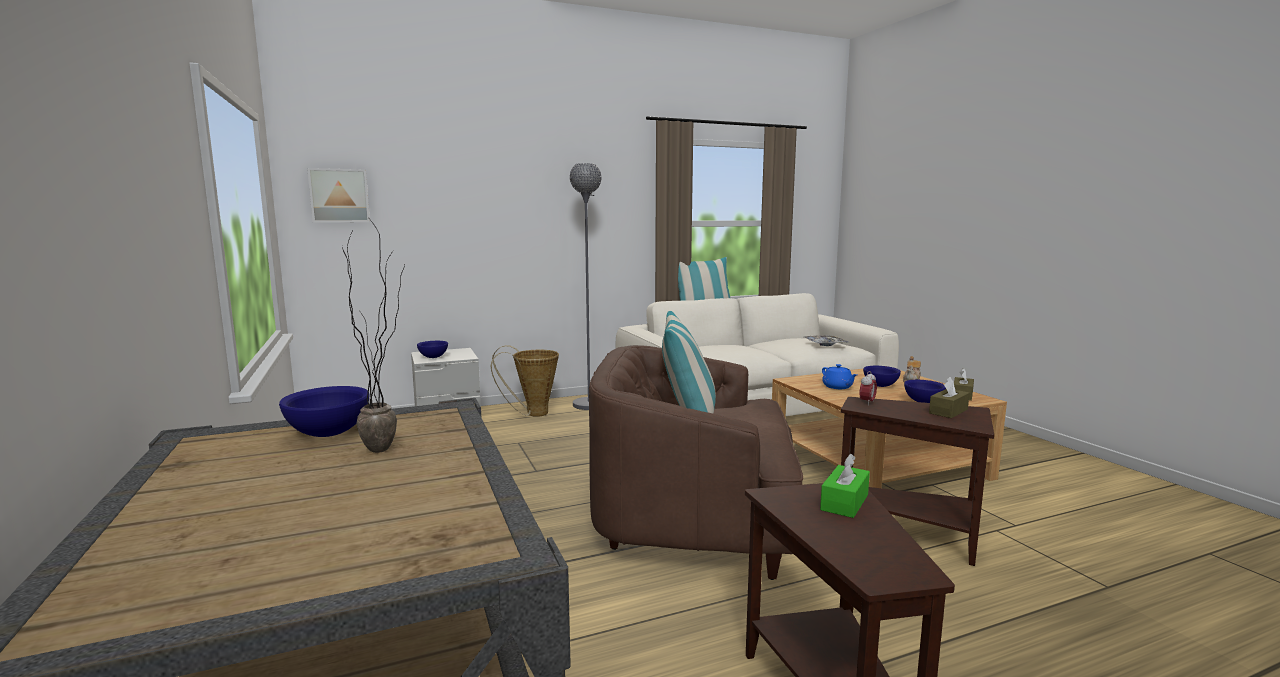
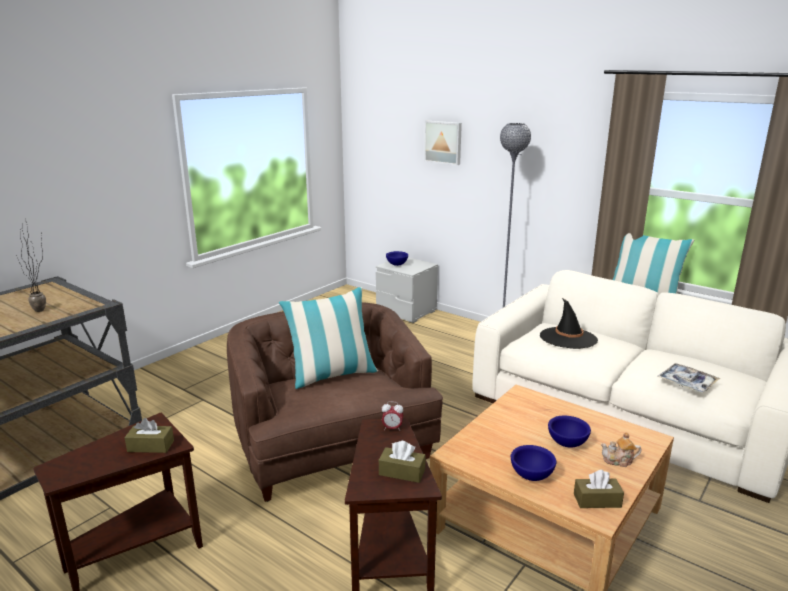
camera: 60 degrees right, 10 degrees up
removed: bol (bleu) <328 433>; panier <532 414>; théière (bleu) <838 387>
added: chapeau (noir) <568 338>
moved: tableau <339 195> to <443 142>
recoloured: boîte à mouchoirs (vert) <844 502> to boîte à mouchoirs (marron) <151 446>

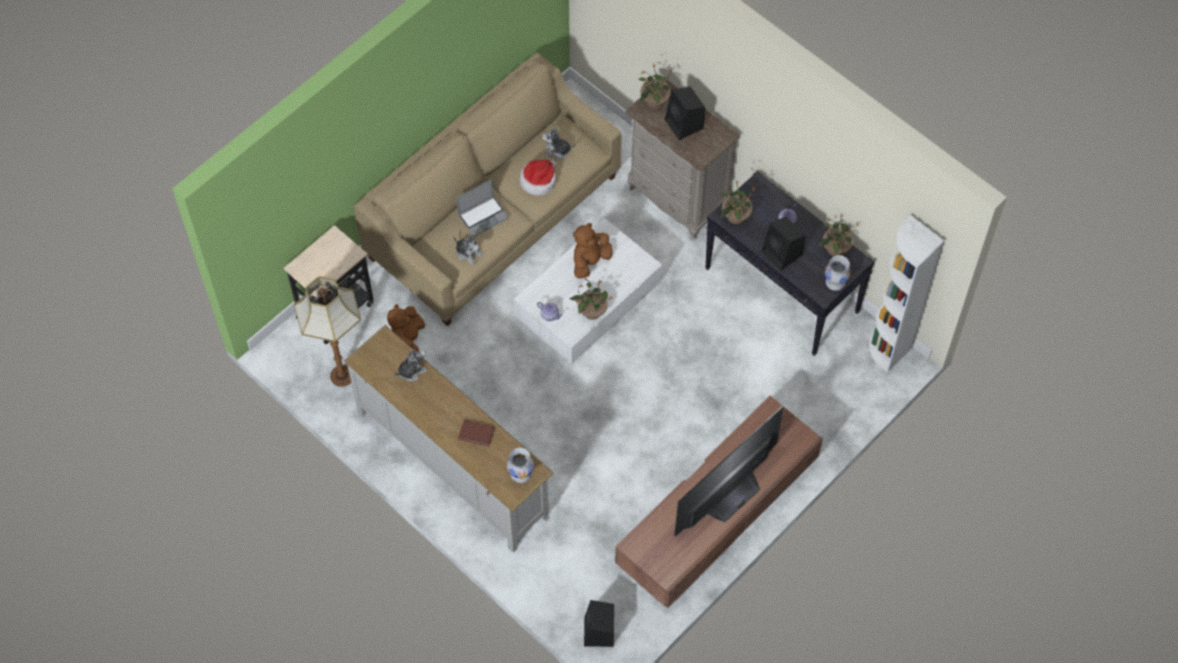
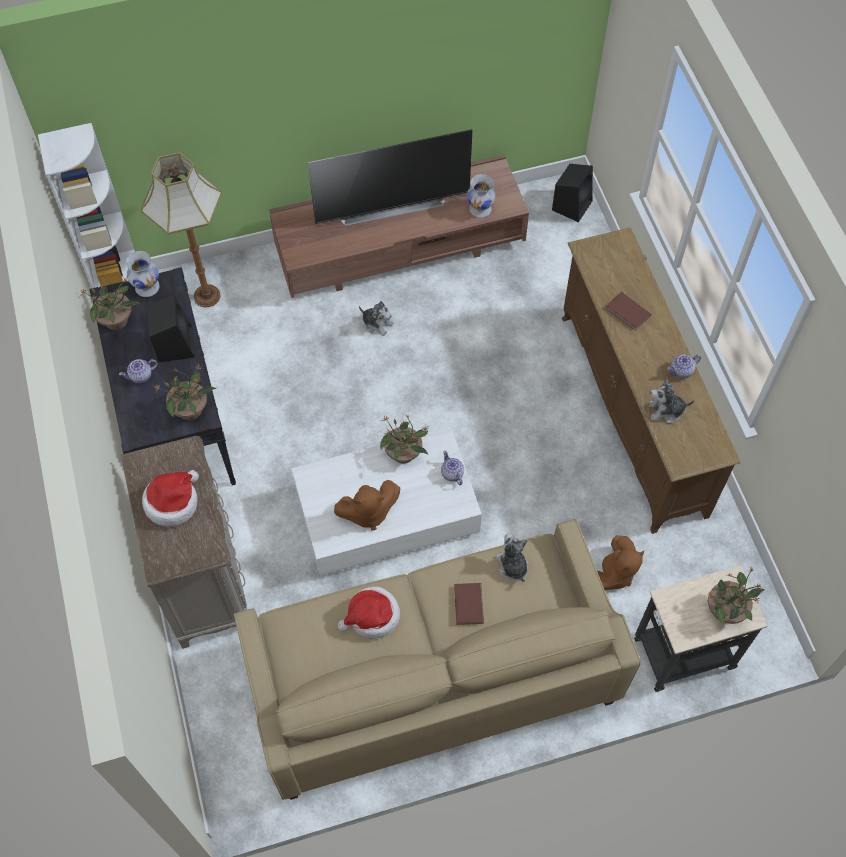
camera: 150 degrees left, 0 degrees up
added: théière <681 371>
moved: lampadaire <342 376> to <206 295>; vase (blanc) <520 474> to <480 209>; peluche <557 151> to <377 323>; plante en pot <654 101> to <726 610>
replaced: ordinateur portable <483 216> to livre (marron) <467 605>; enceinte (noir) <684 124> to chapeau <173 502>
recoloured: meuble de rangement (gris) <453 463> to meuble de rangement (marron) <630 413>

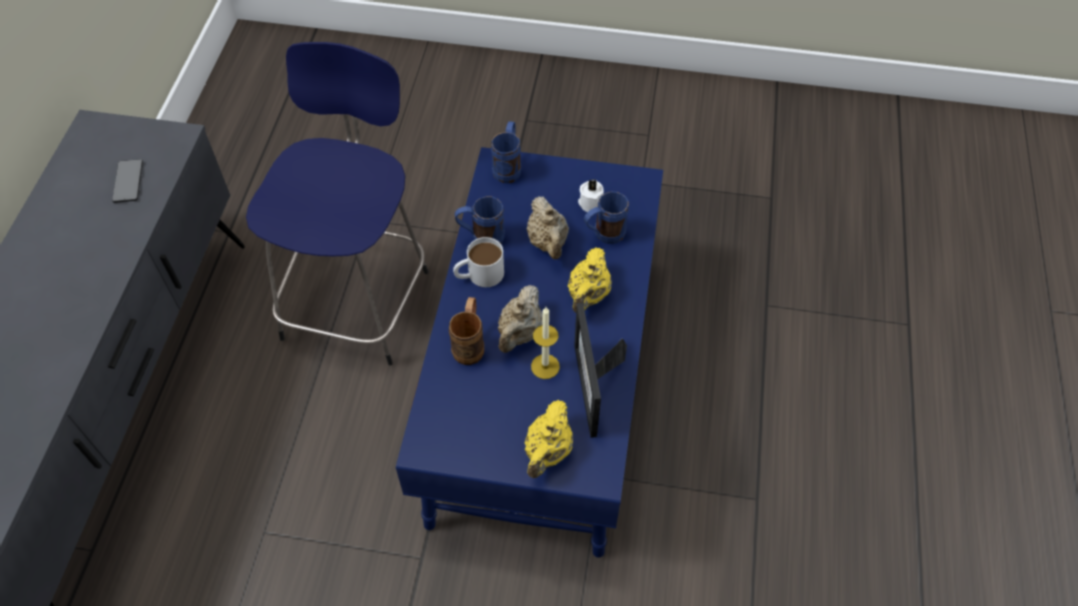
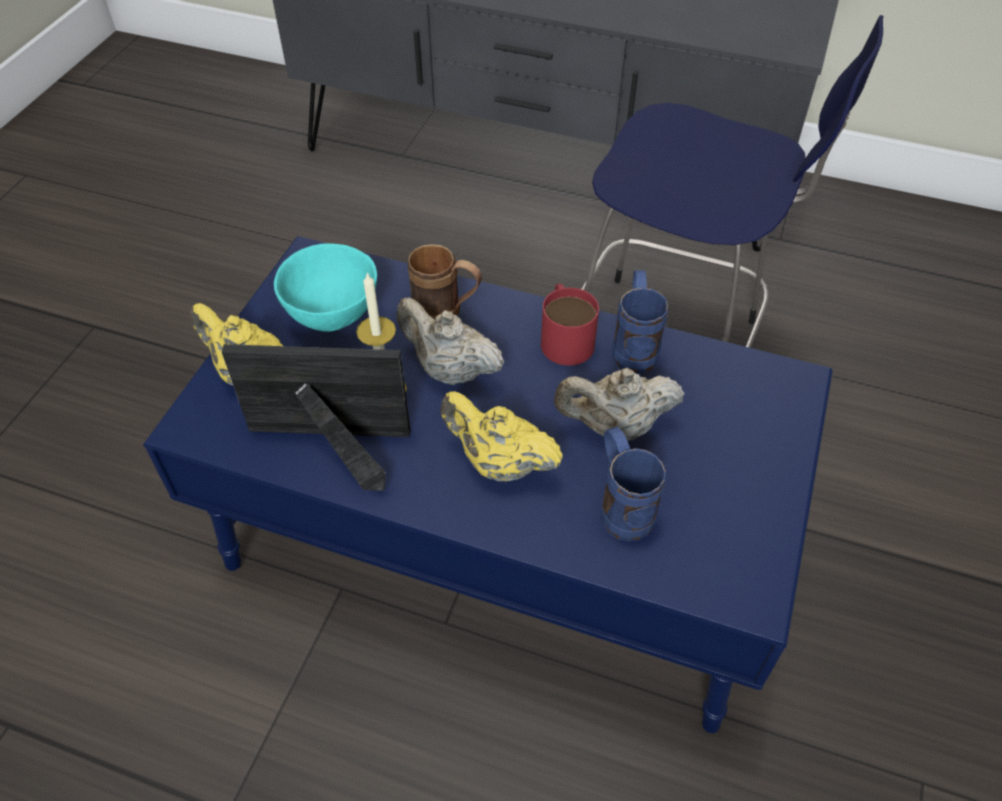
camera: 100 degrees right, 5 degrees down
removed: téléphone <128 181>; mug (bleu) <508 167>; bougie (blanc) <591 203>
added: bol (turquoise) <334 315>
recoloured: mug (blanc) <479 275> to mug (rouge) <565 336>

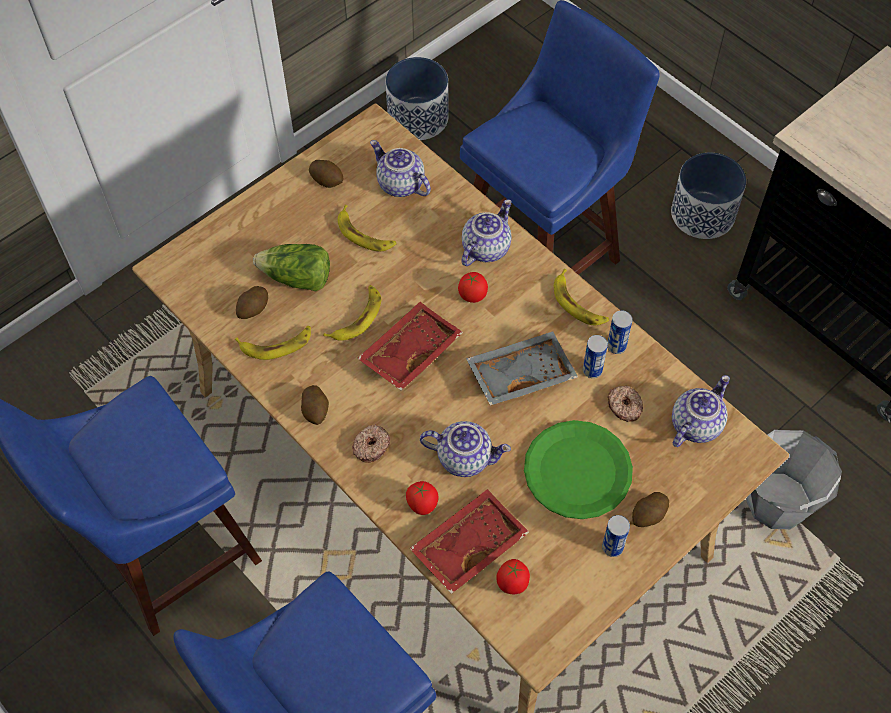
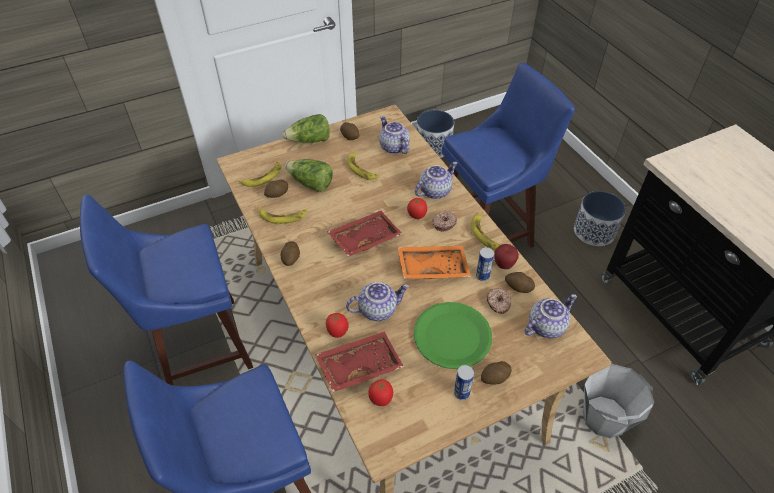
camera: 15 degrees right, 10 degrees down
added: laitue <310 140>; pomme de terre <518 287>
moved: banane <357 317> to <262 177>; beignet <370 446> to <444 223>
replaced: boîte métallique <616 346> to pomme <503 265>
recoloured: plateau (gris) <520 373> to plateau (orange) <433 267>
turned: théière <465 457> = <377 309> 45 degrees counterclockwise

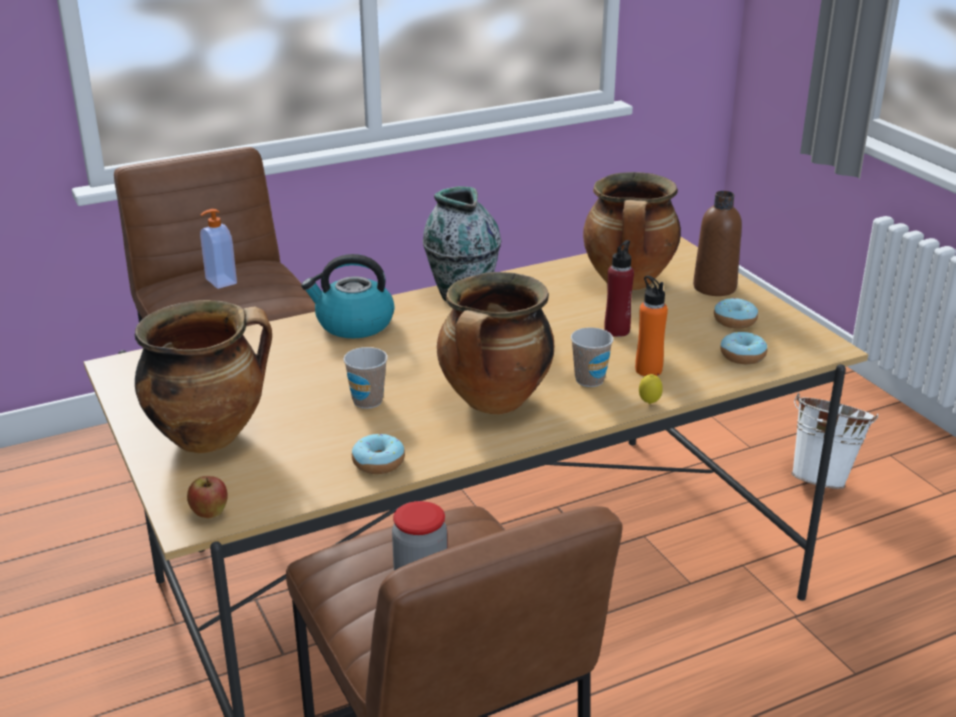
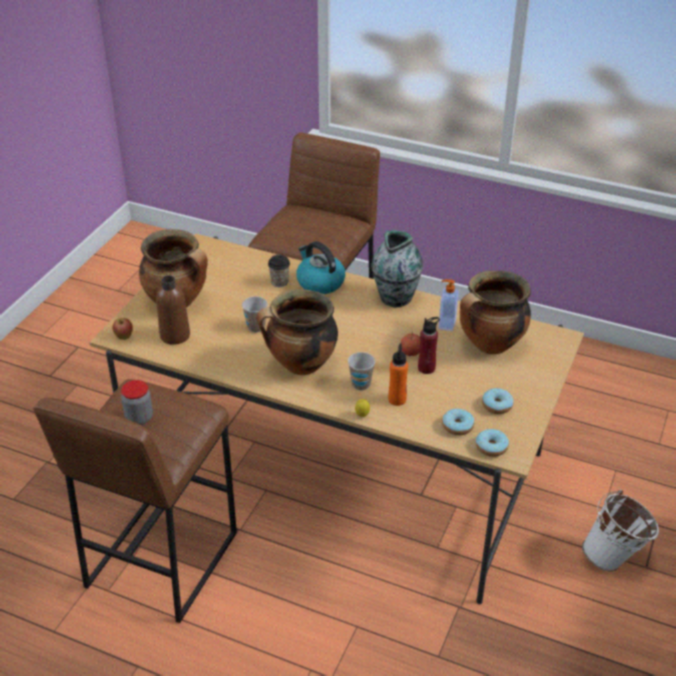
camera: 50 degrees right, 10 degrees up
added: tasse <279 282>; pomme <411 352>
moved: distributeur de savon <220 281> to <446 324>; beignet <378 462> to <491 447>; bouteille (marron) <714 287> to <175 335>

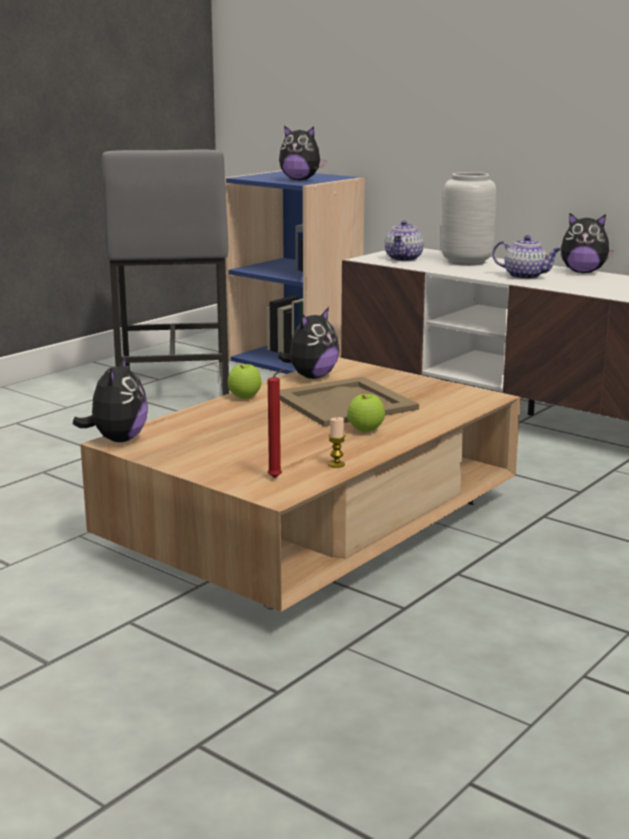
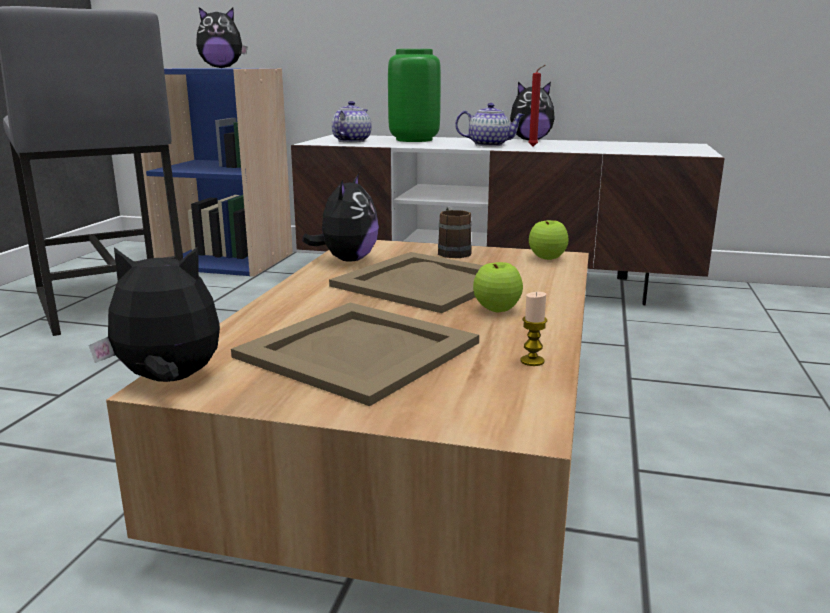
camera: 25 degrees left, 0 degrees up
added: plateau (beige) <358 351>; mug (marron) <452 251>
moved: pomme <244 397> to <547 258>; bougie (rouge) <276 478> to <534 146>
recoloured: vase (gris) <465 262> to vase (vert) <413 140>
turned: peluche <117 440> = <168 381> 75 degrees counterclockwise; théière <404 259> = <351 141> 150 degrees counterclockwise

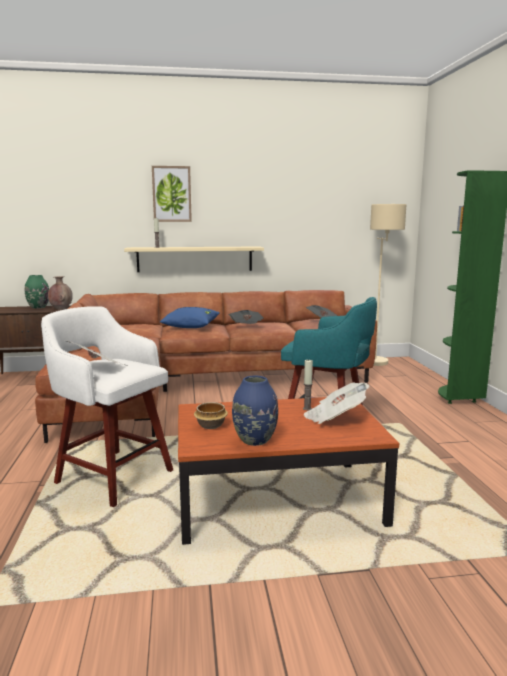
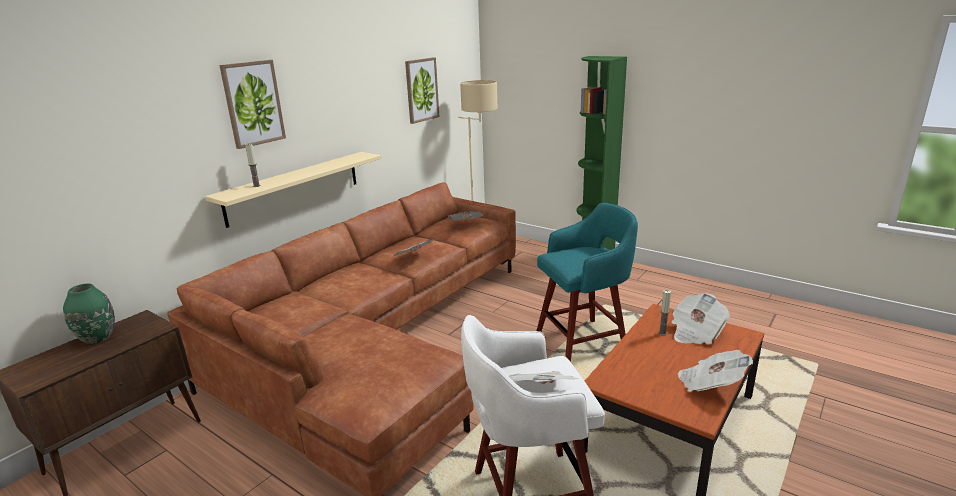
camera: 45 degrees left, 10 degrees up
removed: vase (marron) <61 309>; coussin (bleu) <191 326>; bol <211 425>
added: tableau <421 90>
replaced: vase (bleu) <254 440> to journal <710 384>

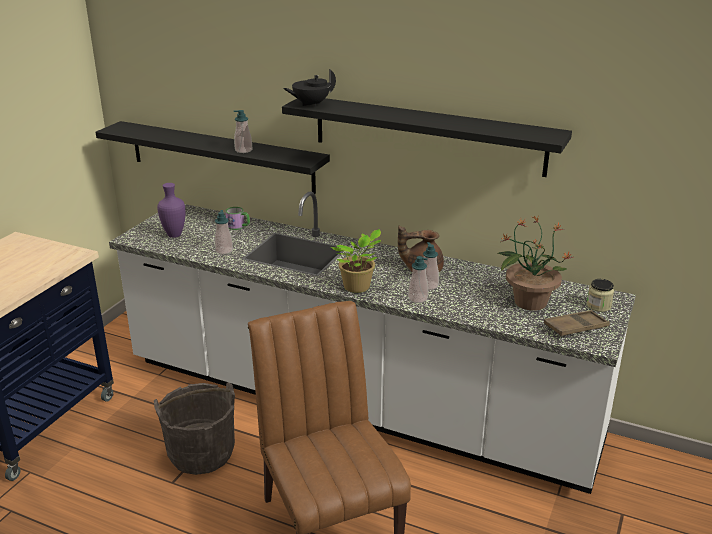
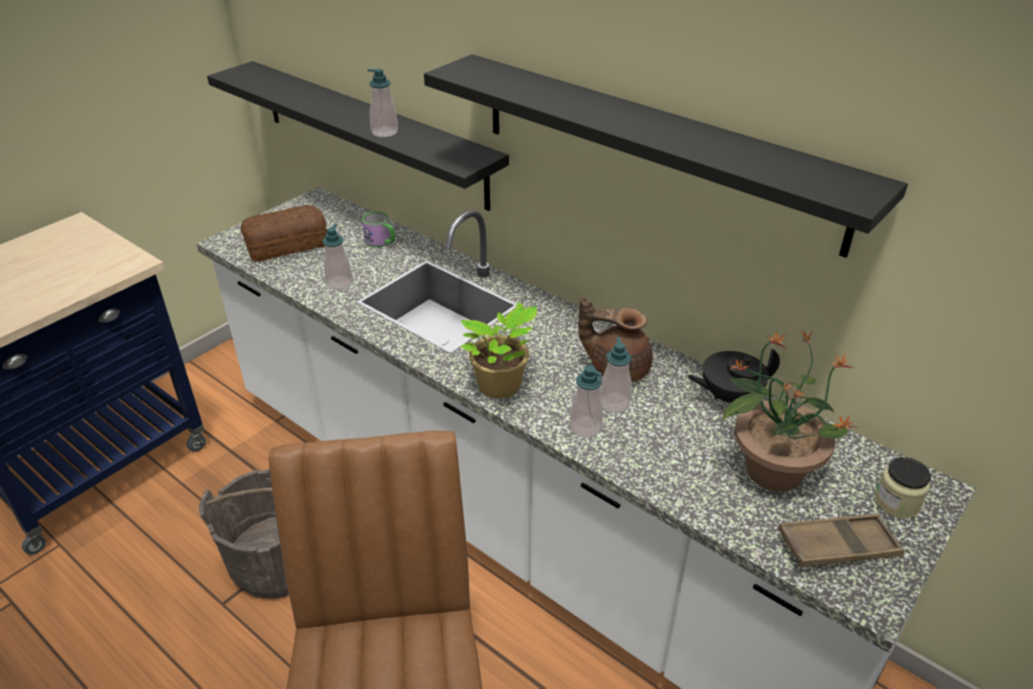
camera: 15 degrees right, 10 degrees up
moved: théière (noir) <310 104> to <728 396>
replaced: vase (violet) <173 235> to pain <286 244>

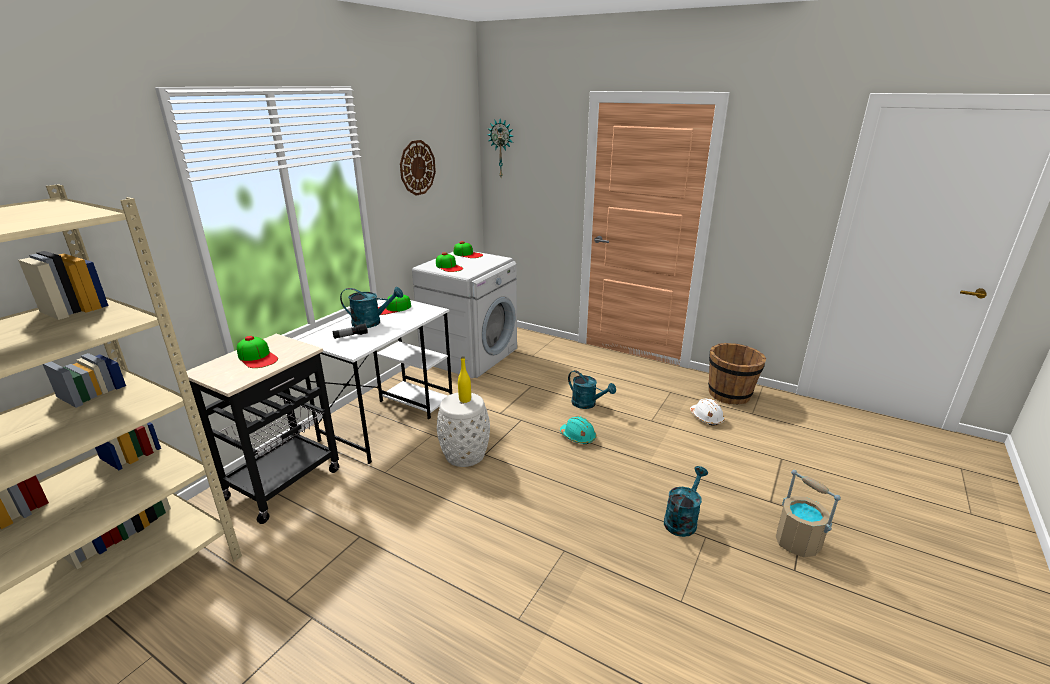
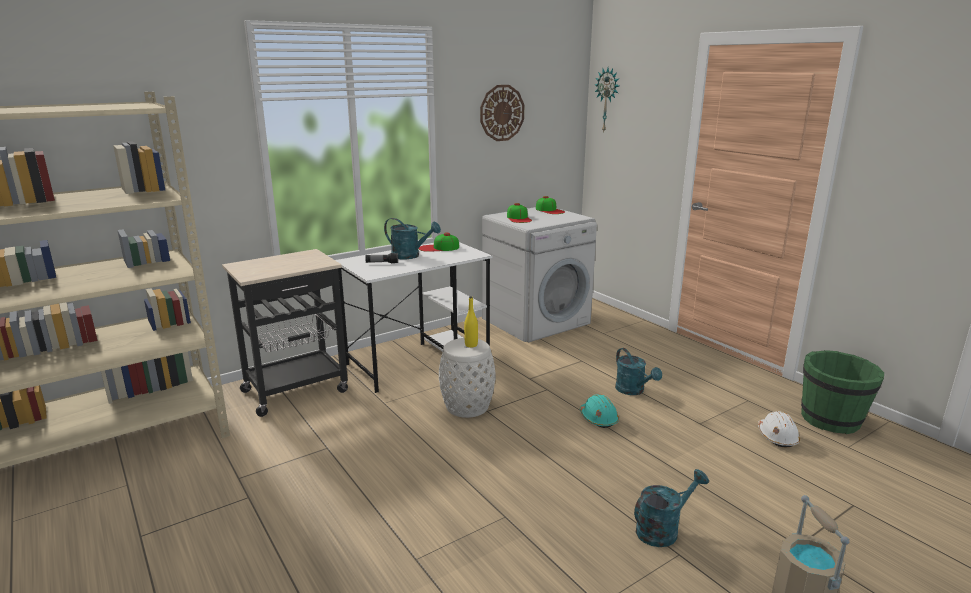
camera: 25 degrees right, 5 degrees down
removed: casquette <257 357>
recoloured: seau (marron) <730 394> to seau (vert) <831 420>

